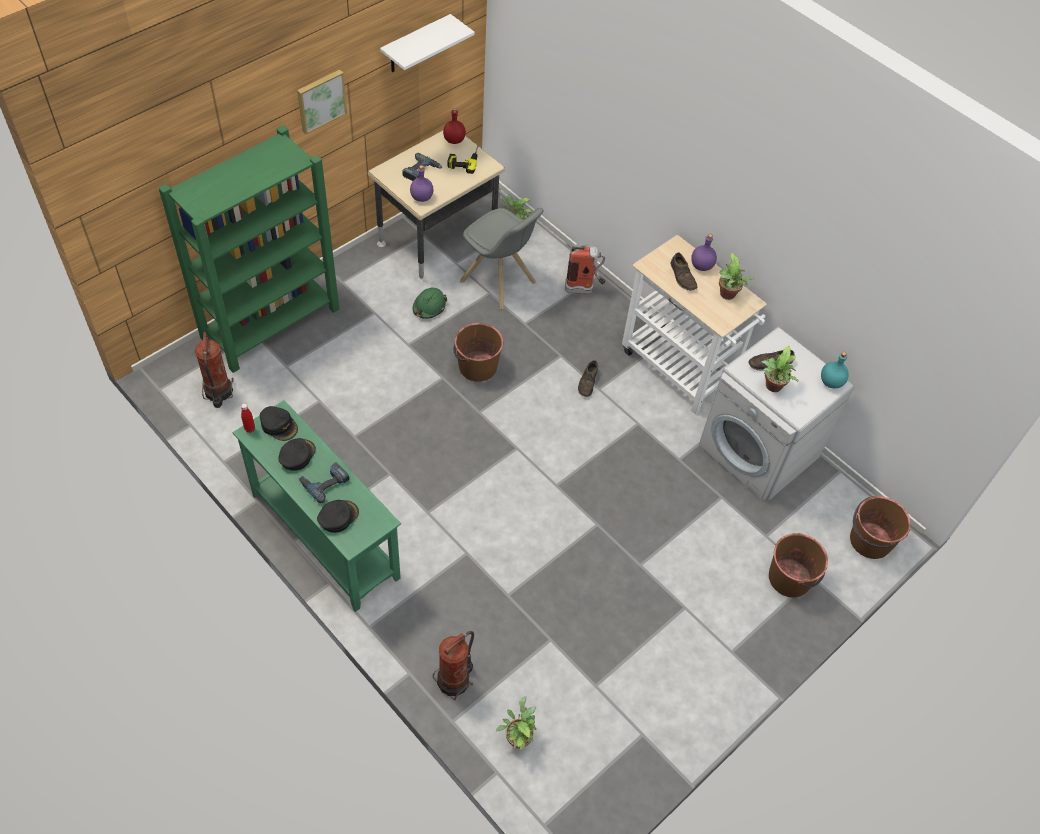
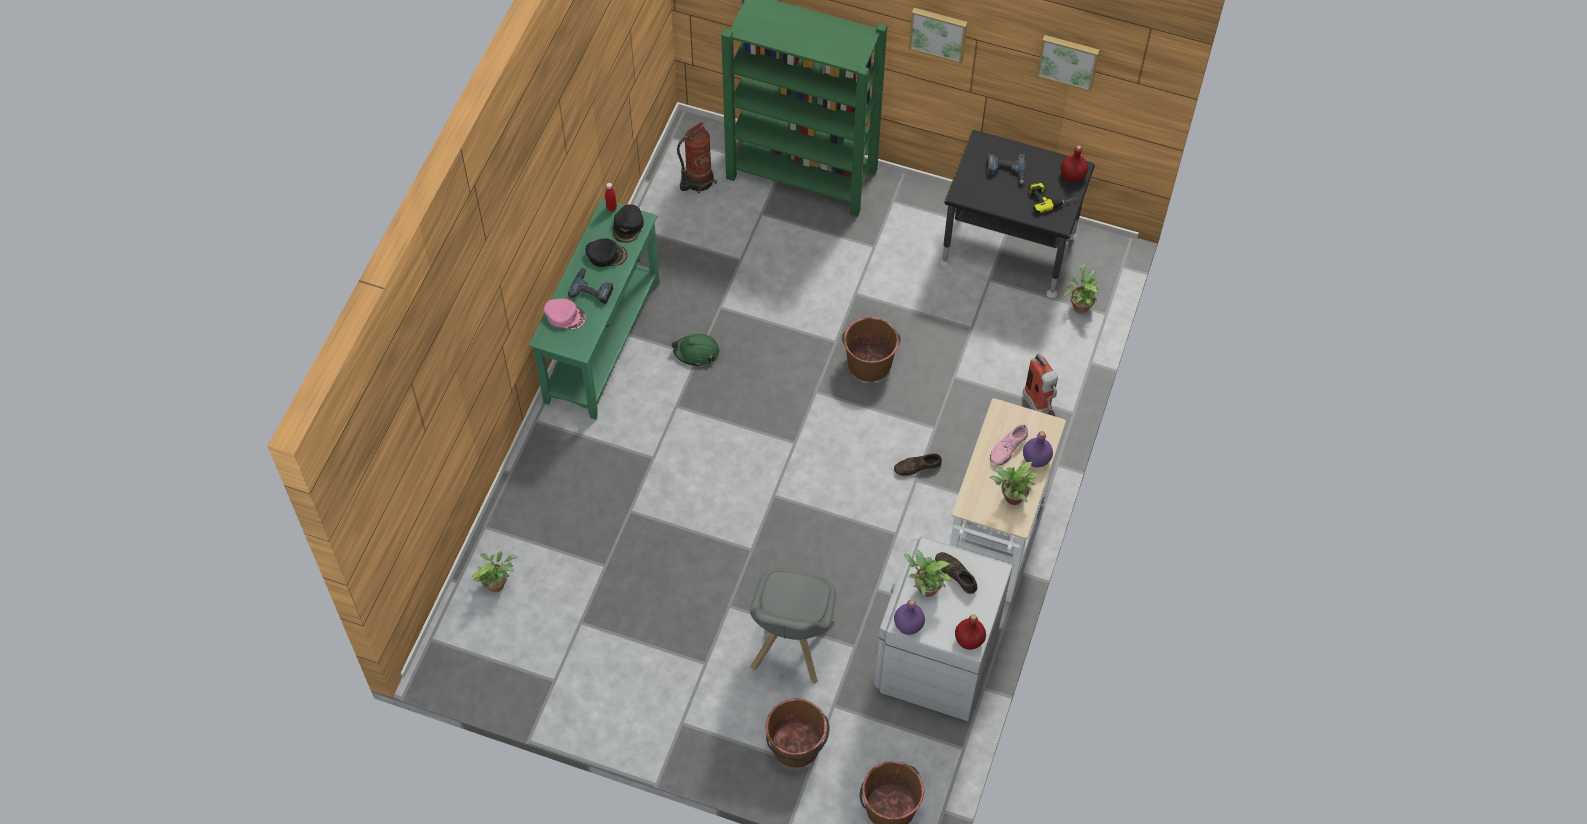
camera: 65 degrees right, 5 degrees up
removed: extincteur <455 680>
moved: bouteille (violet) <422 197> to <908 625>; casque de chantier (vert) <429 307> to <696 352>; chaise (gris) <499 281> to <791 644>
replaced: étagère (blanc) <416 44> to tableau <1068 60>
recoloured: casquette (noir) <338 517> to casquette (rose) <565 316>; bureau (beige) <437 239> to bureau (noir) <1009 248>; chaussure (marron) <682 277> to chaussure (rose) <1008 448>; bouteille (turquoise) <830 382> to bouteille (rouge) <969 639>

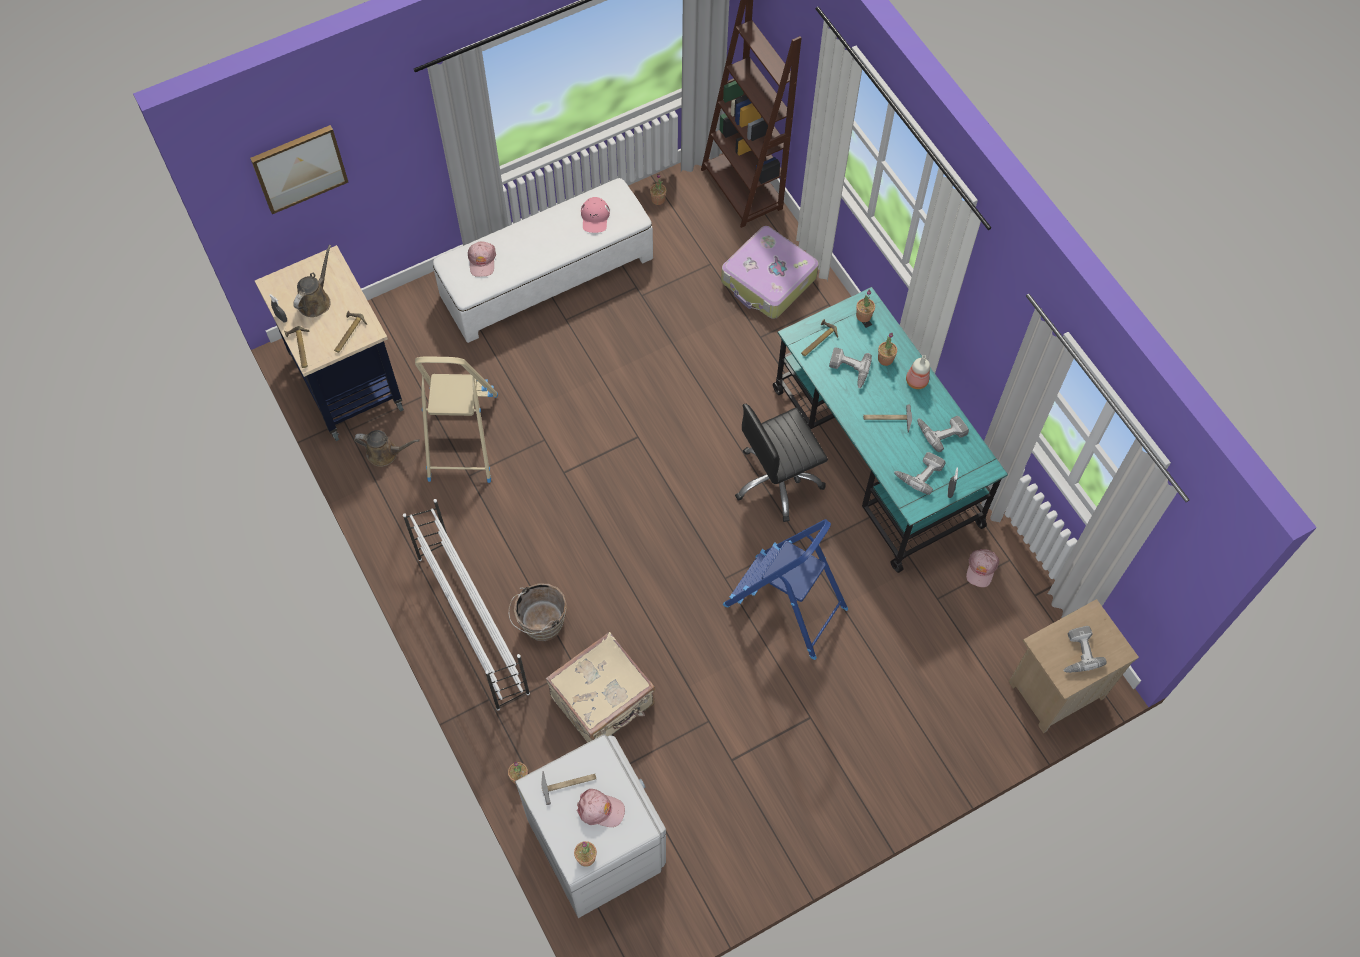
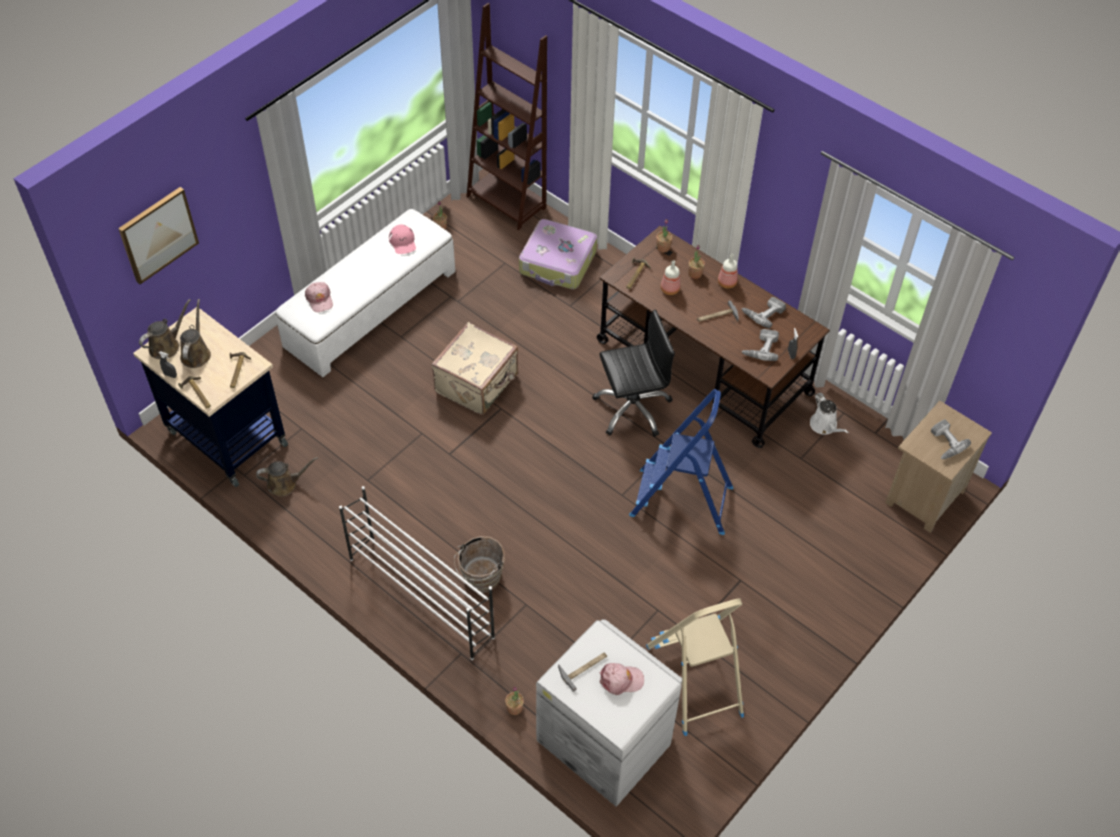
camera: 20 degrees left, 10 degrees down
removed: plante en pot <586 857>
added: arrosoir (marron) <166 346>
moved: escabeau (beige) <463 435> to <693 679>; valise (beige) <604 701> to <478 384>
replaced: perceuse <848 370> to bouteille <669 290>; casquette (rose) <981 569> to arrosoir (blanc) <824 426>
recoloured: bureau (turquoise) <876 456> to bureau (marron) <703 367>
turned: chaise de bureau (noir) <777 480> = <632 408> 150 degrees counterclockwise

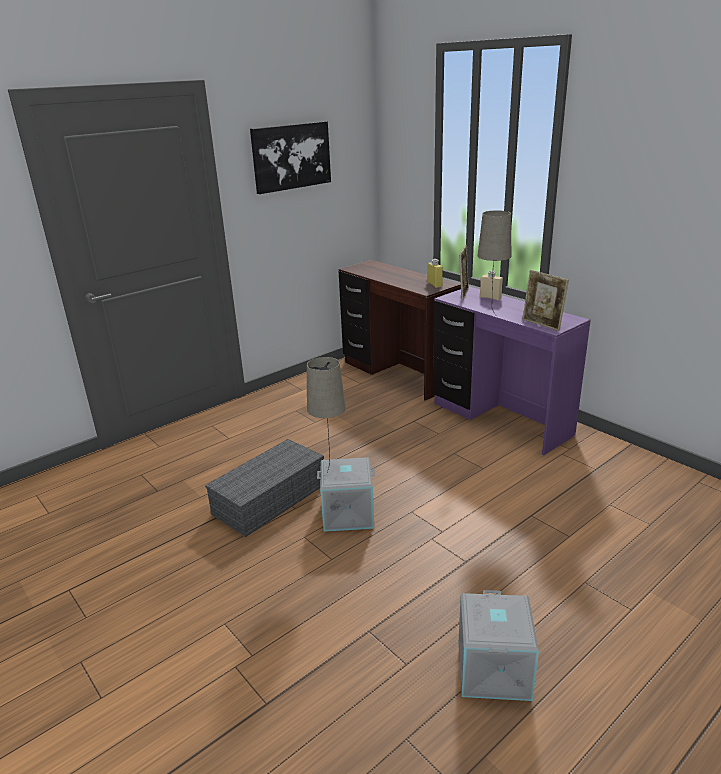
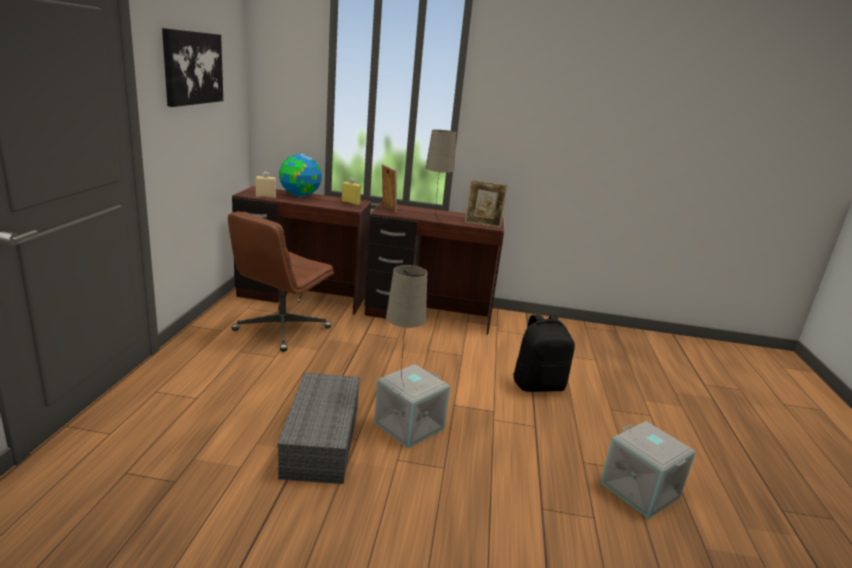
camera: 45 degrees left, 5 degrees down
added: chaise de bureau (marron) <281 330>; globe <300 195>; sac à dos (noir) <538 385>
moved: bouteille (beige) <490 298> to <265 197>
recoloured: bureau (violet) <499 419> to bureau (marron) <428 316>

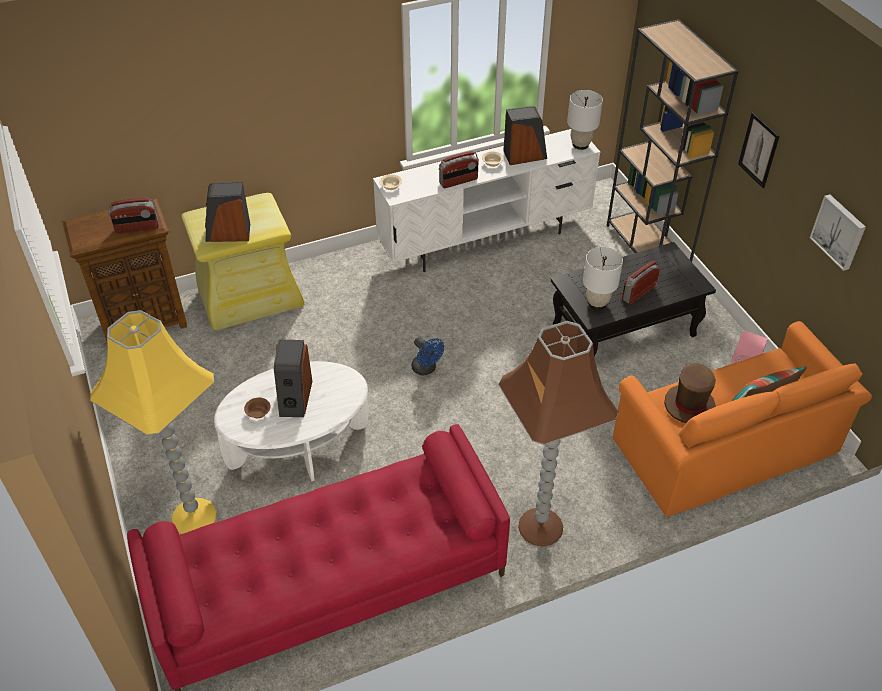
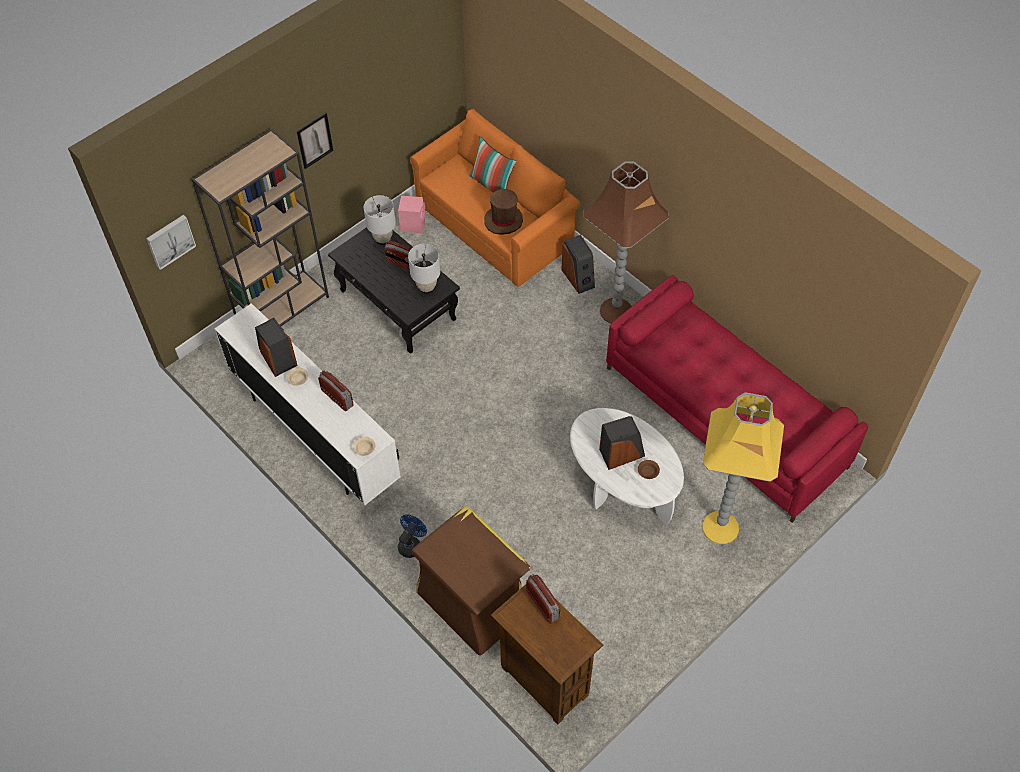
camera: 110 degrees left, 10 degrees up
moved: enceinte <228 233> to <578 278>; ventilateur (bleu) <426 369> to <411 544>; lampe de table (blanc) <580 145> to <383 239>; tableau <839 231> to <170 241>
recoloured: table de chevet (jaune) <252 299> to table de chevet (marron) <472 601>

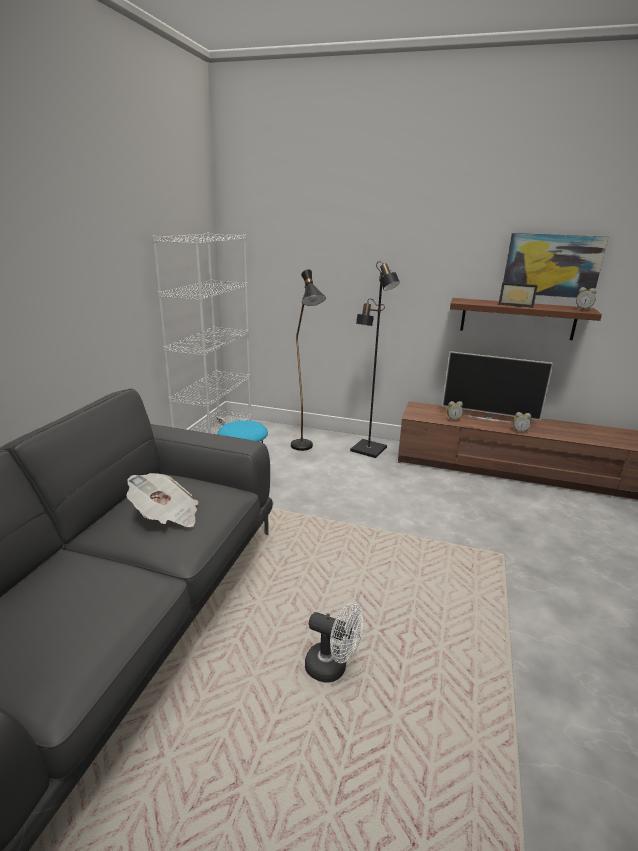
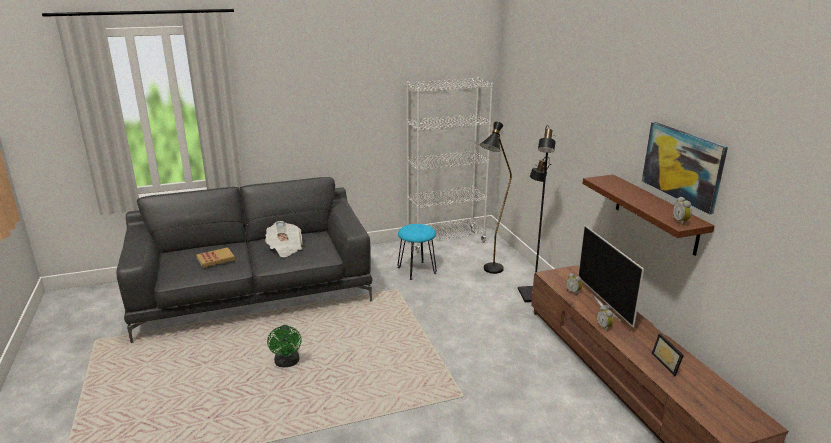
camera: 55 degrees right, 0 degrees up
added: livre <215 259>
moved: cadre photo <515 305> to <668 363>
recoloured: ventilateur (blanc) <332 668> to ventilateur (vert) <287 363>

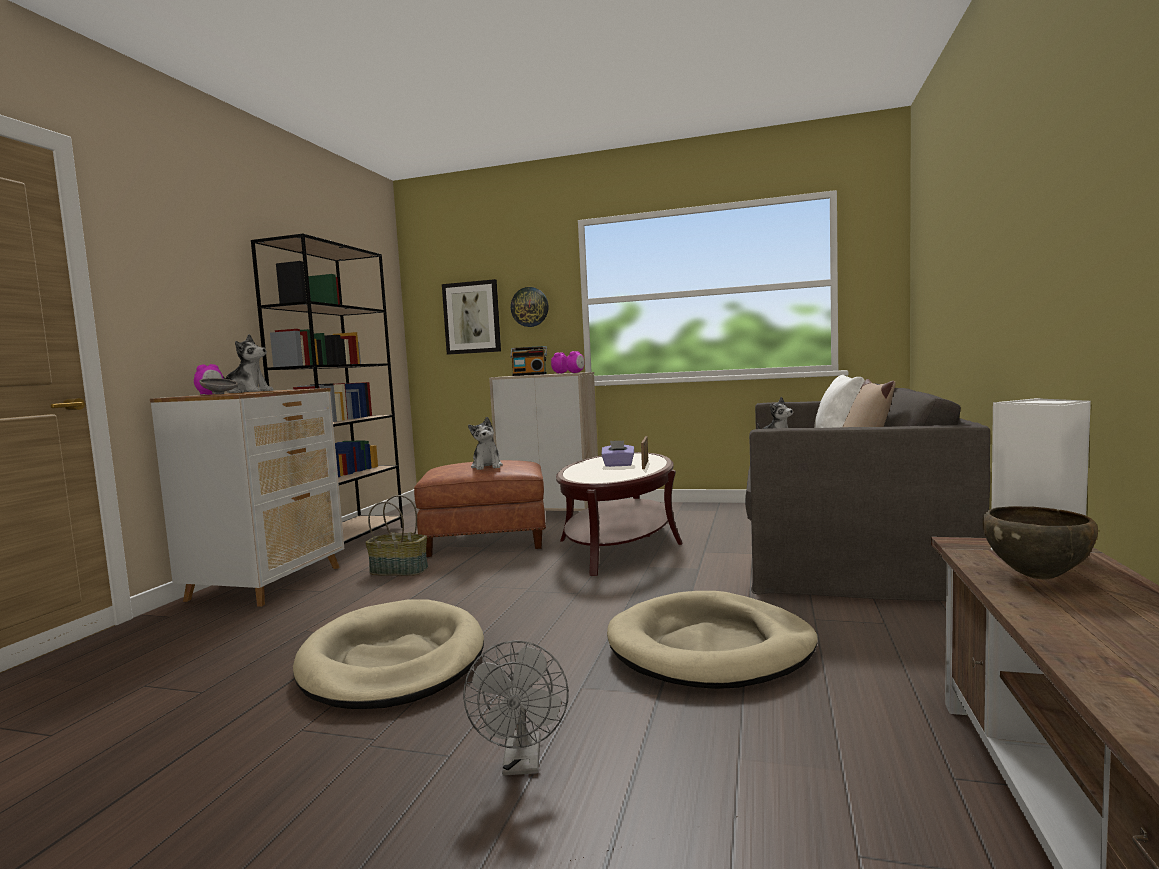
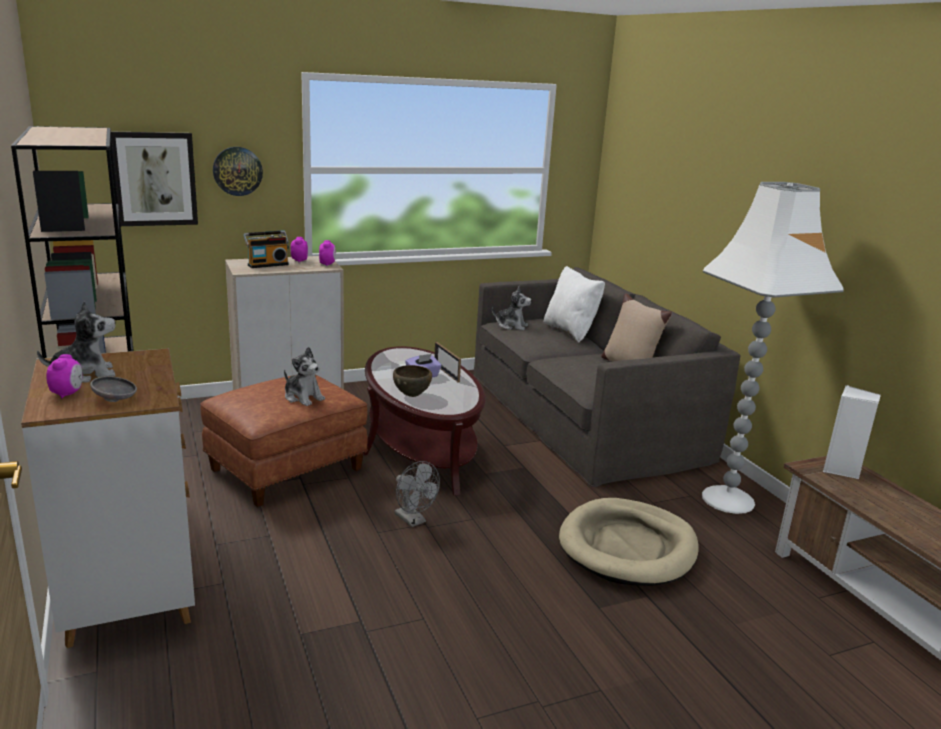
camera: 40 degrees left, 15 degrees up
removed: panier pour chien (beige) <393 661>; panier <399 570>
added: lampadaire (blanc) <729 500>
moved: ventilateur (gris) <522 764> to <413 520>; bol (marron) <1037 577> to <412 395>

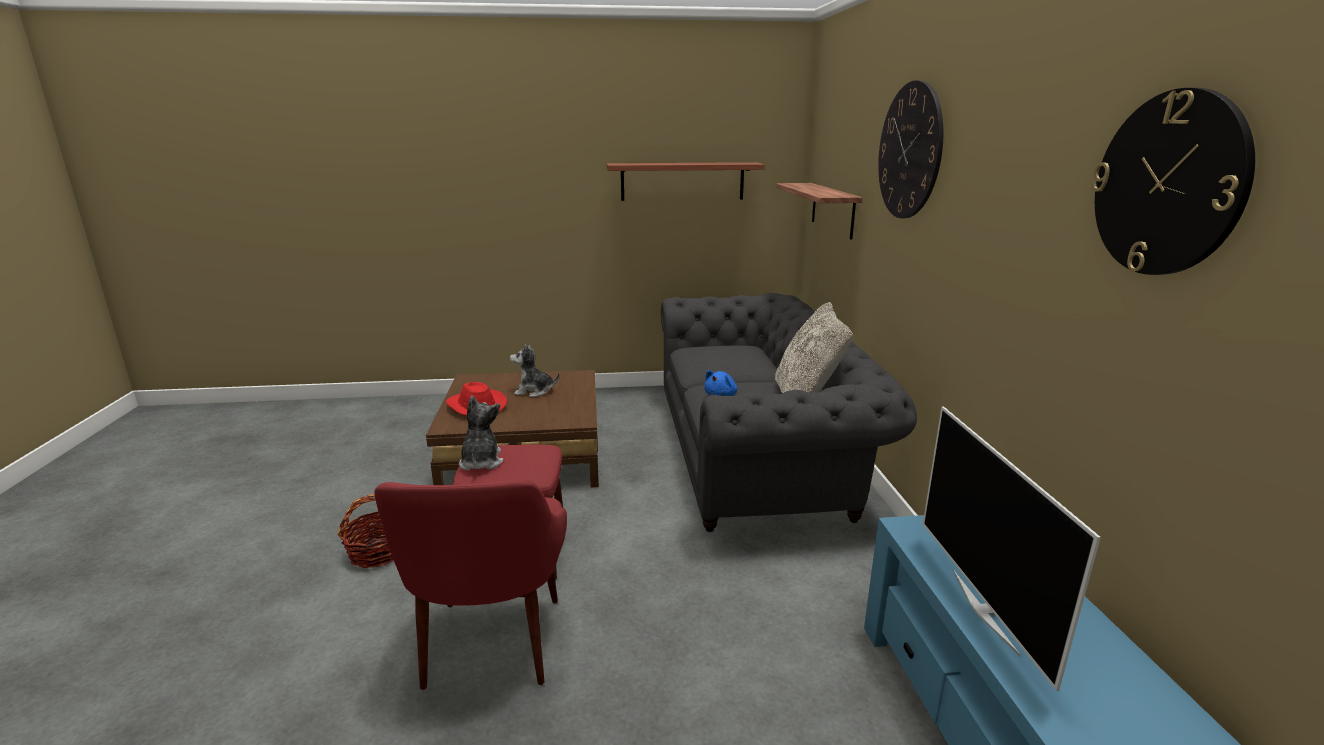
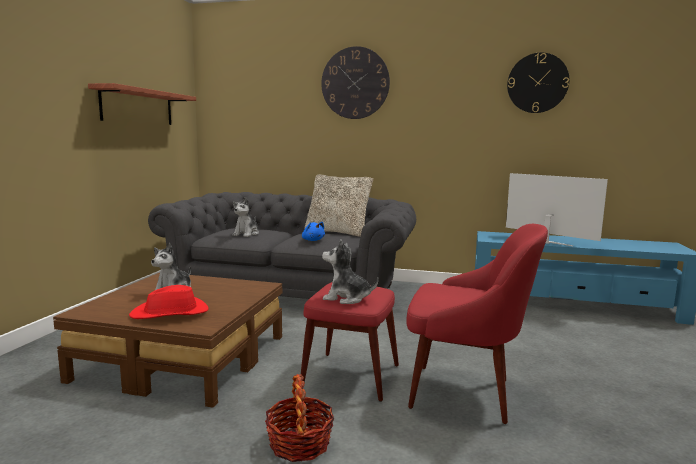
camera: 70 degrees left, 10 degrees down
removed: étagère <832 209>
added: peluche <246 234>
turned: téléviseur <986 610> = <547 242> 150 degrees counterclockwise

